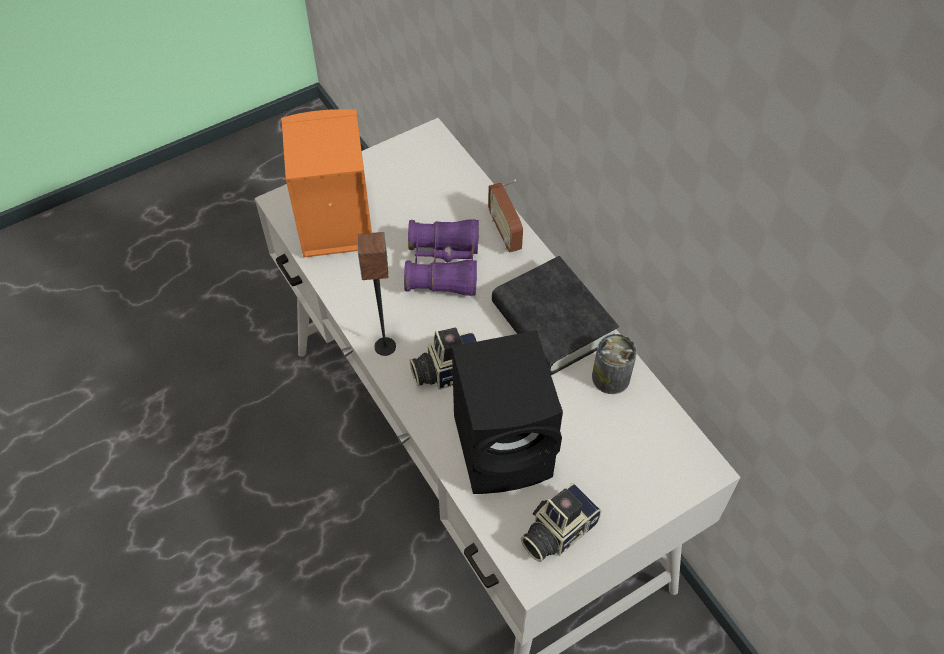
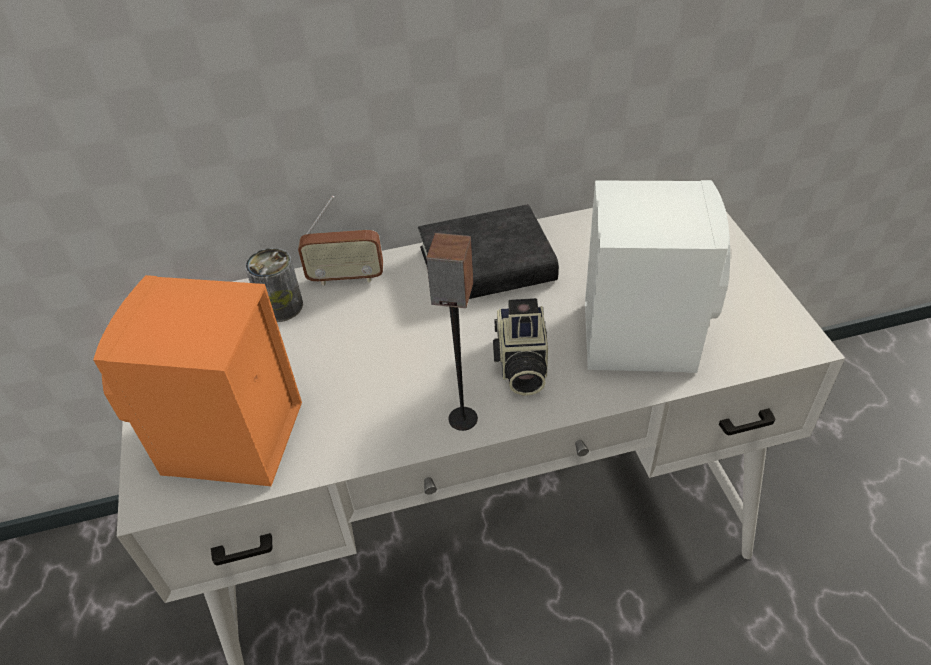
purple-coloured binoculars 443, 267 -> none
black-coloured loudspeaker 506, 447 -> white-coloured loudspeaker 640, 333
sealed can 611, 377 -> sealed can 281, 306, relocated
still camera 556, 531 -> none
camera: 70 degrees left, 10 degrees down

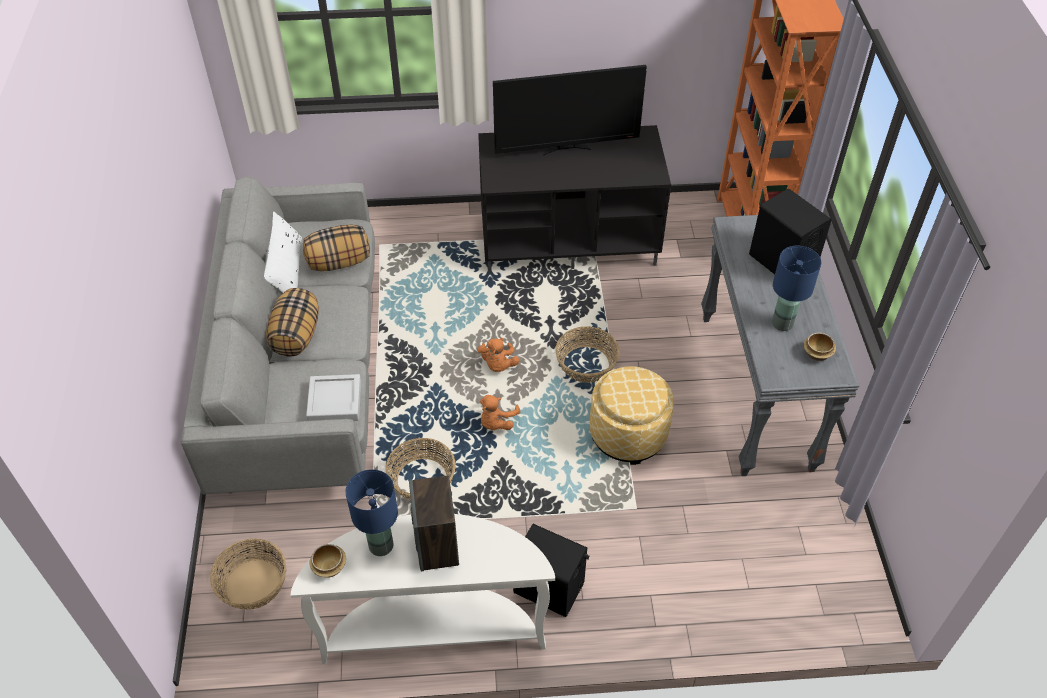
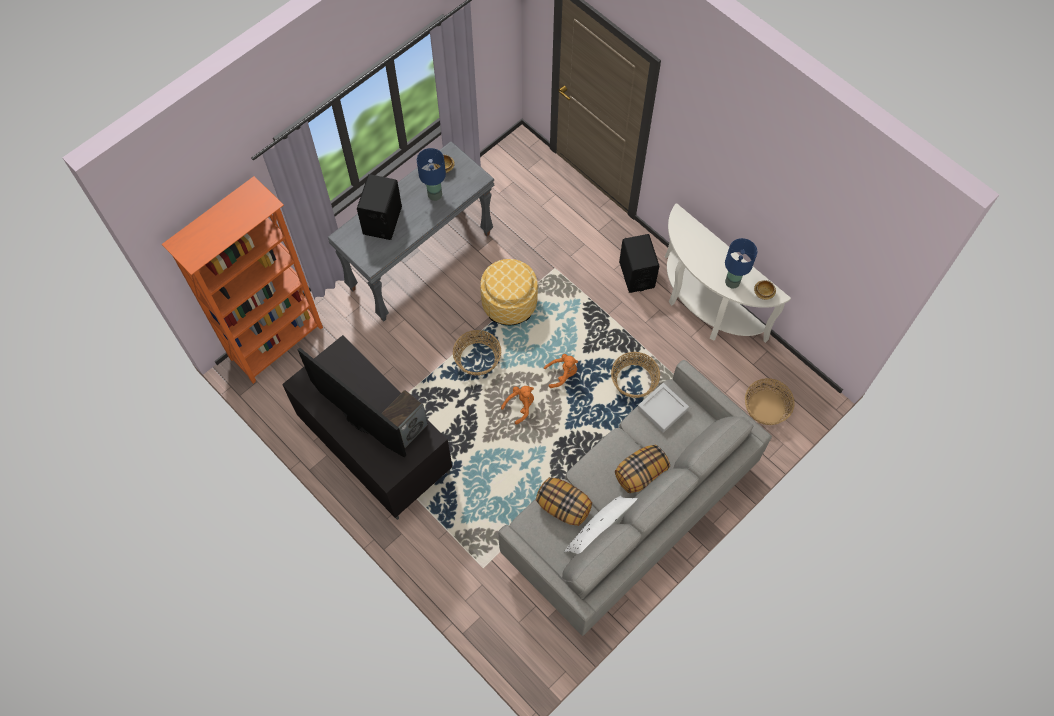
loudspeaker 437, 545 -> loudspeaker 407, 429, relocated
camera: 130 degrees left, 15 degrees up

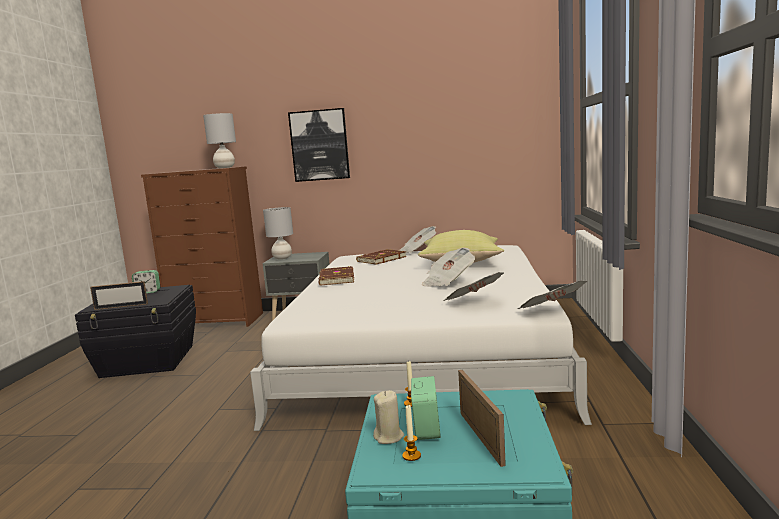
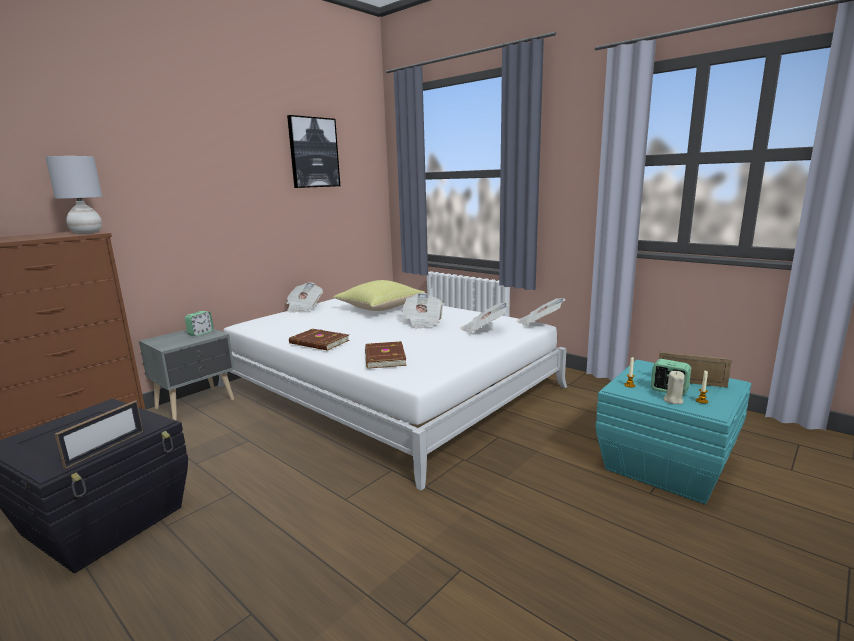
wall art 319, 145 -> wall art 313, 152, relocated
grey lamp for a table 282, 258 -> none
brown-coloured volume 381, 259 -> brown-coloured volume 383, 358, relocated
table clock 147, 292 -> table clock 200, 333, relocated
camera: 55 degrees left, 5 degrees up

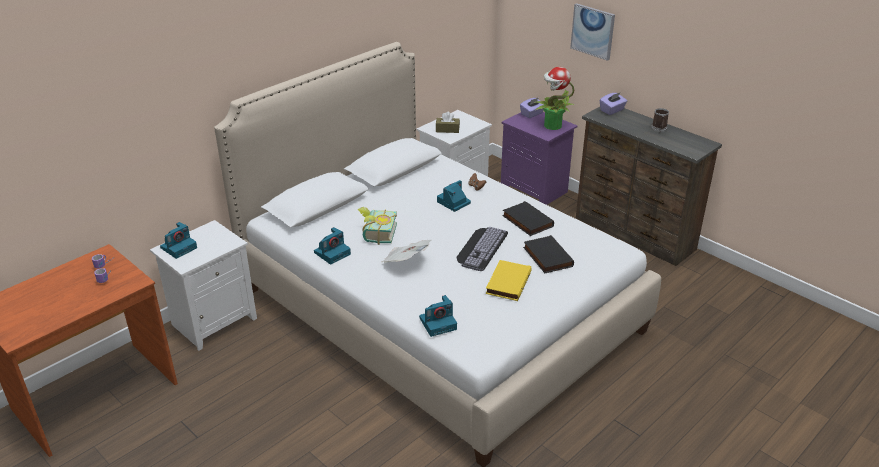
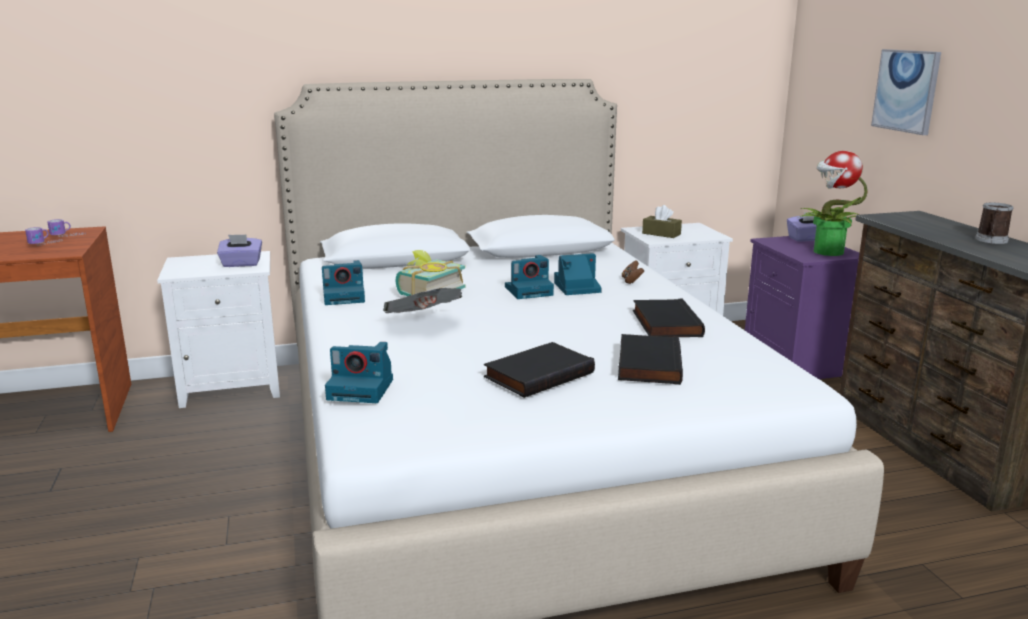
purple-coloured tissue box 612, 110 -> purple-coloured tissue box 241, 264, relocated
still camera 179, 247 -> still camera 529, 291, relocated
PC keyboard 480, 247 -> none
yellow-coloured volume 507, 282 -> black-coloured volume 538, 374
camera: 30 degrees right, 15 degrees down

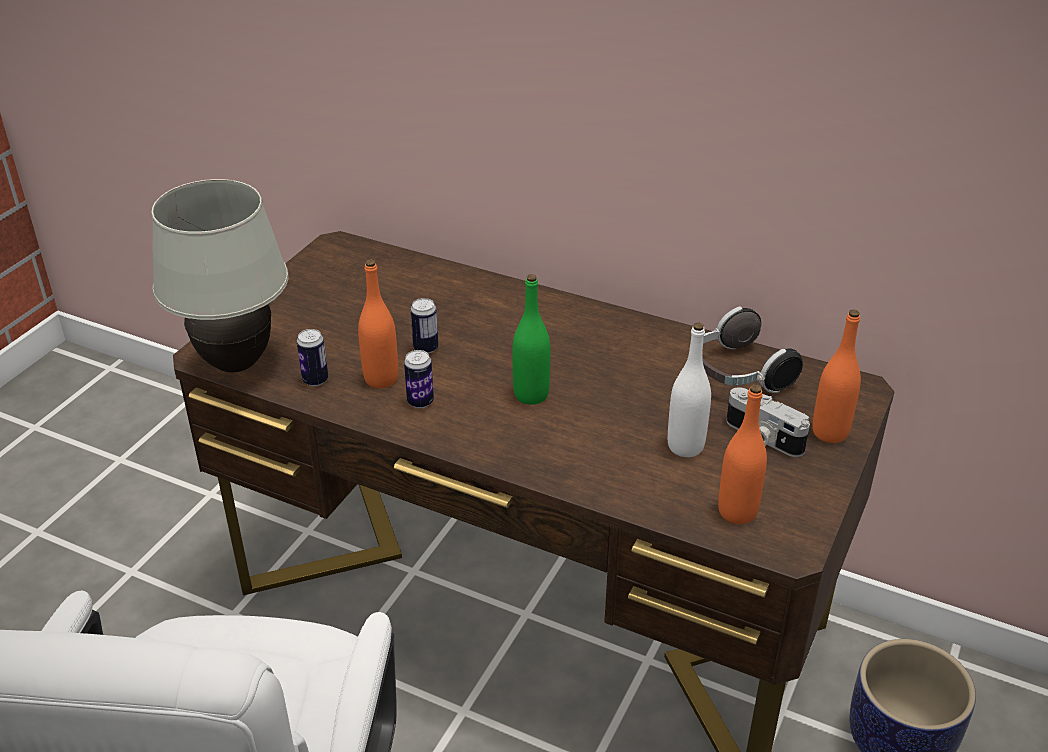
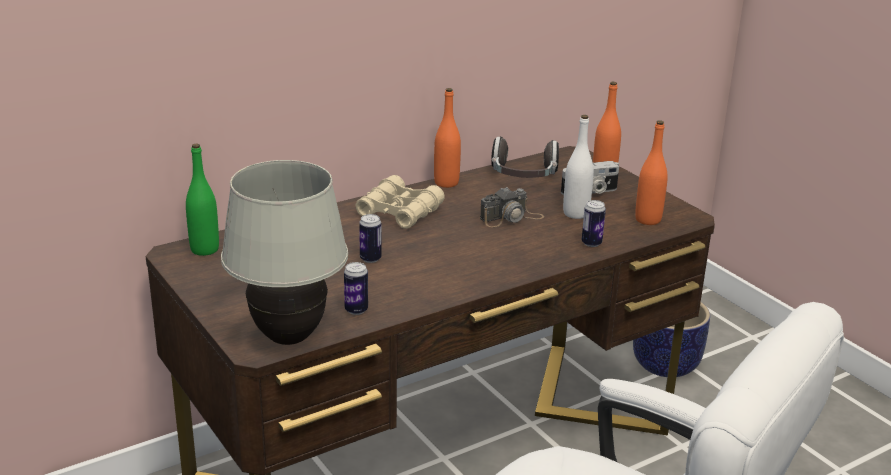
orangey drink bottle 381, 379 -> orangey drink bottle 446, 183, relocated
greenish drink bottle 531, 395 -> greenish drink bottle 204, 249, relocated
sealed can 420, 402 -> sealed can 591, 243, relocated
none -> beige-coloured binoculars 399, 212
none -> still camera 511, 218
camera: 60 degrees left, 10 degrees down

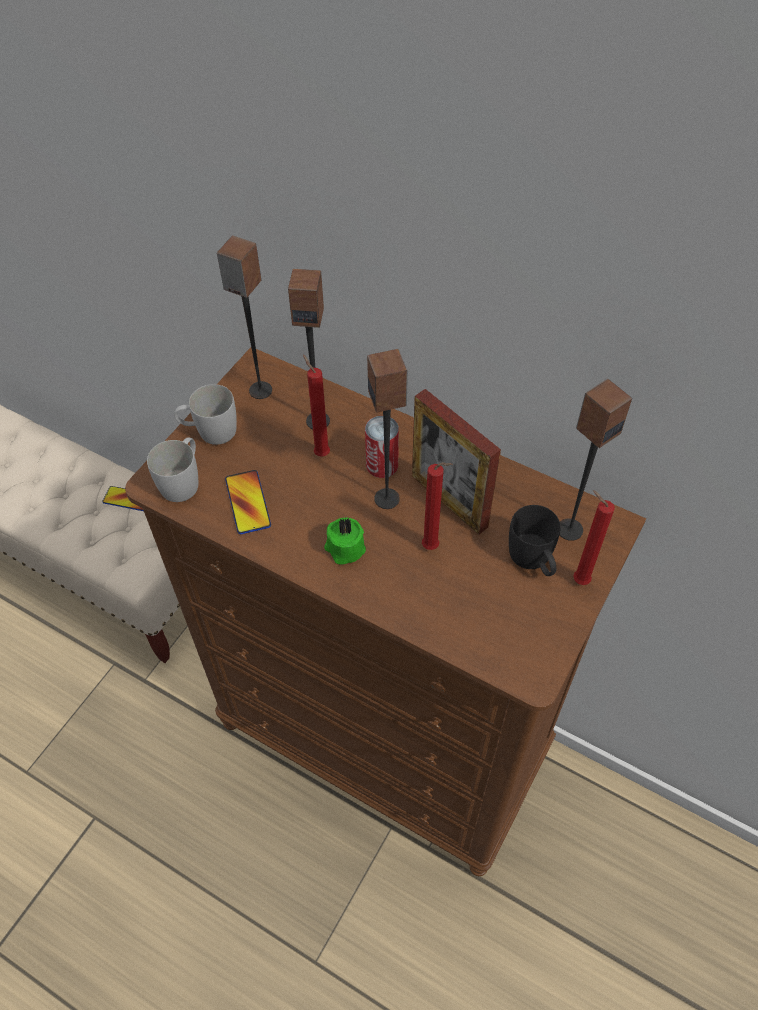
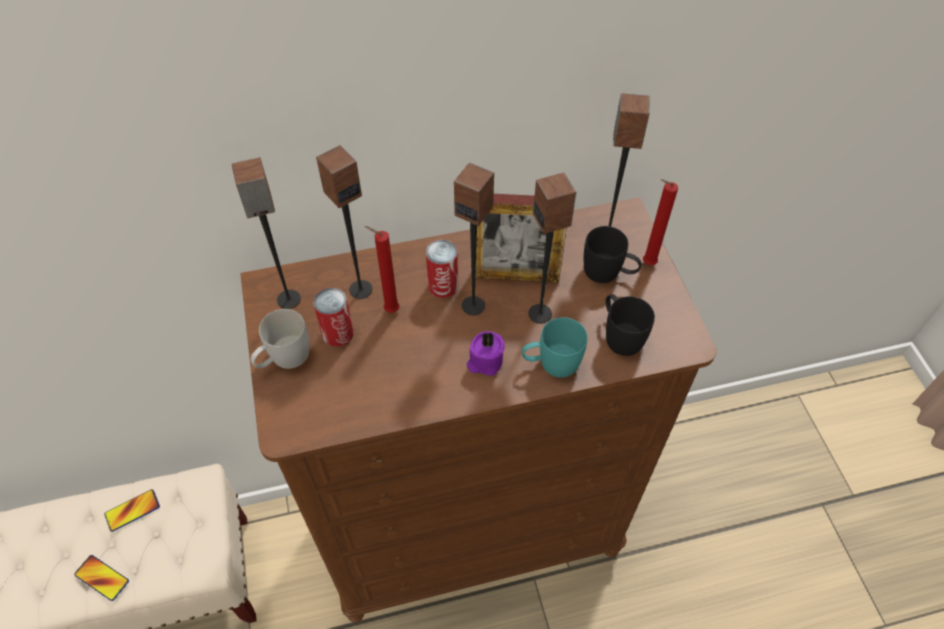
white-coloured coffee mug 183, 480 -> none
red-coloured candle 433, 547 -> loudspeaker 540, 313
telephone 248, 502 -> telephone 102, 578, relocated
greenish candle 344, 548 -> purple-coloured candle 484, 361
none -> sealed can 338, 333
none -> black-coloured coffee mug 619, 334
none -> turquoise-coloured coffee mug 551, 363
camera: 45 degrees left, 0 degrees up

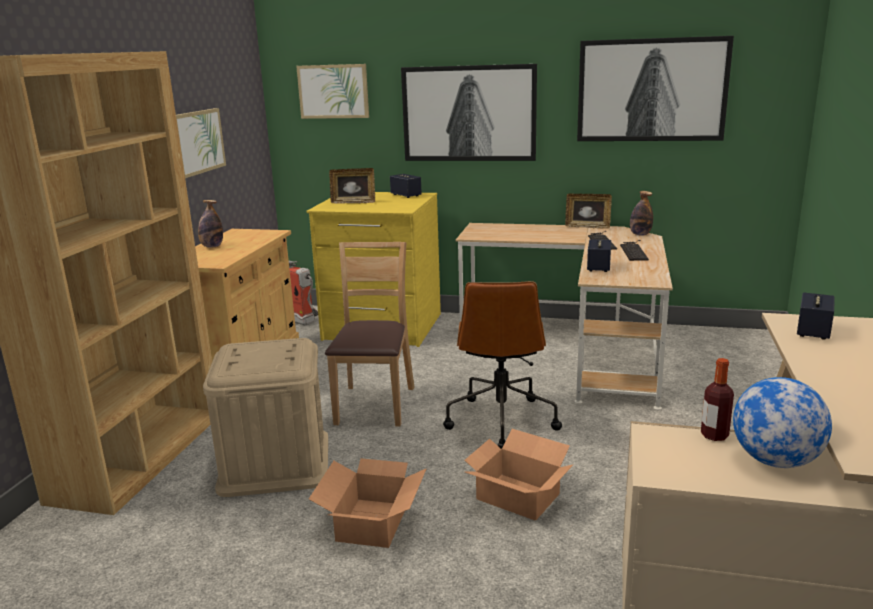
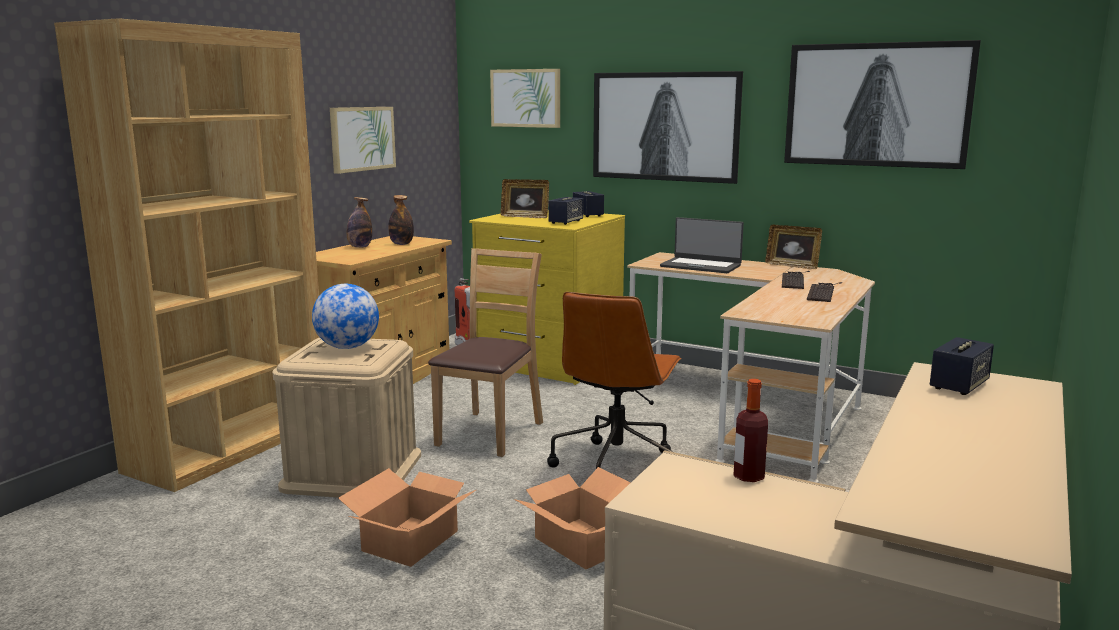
drink bottle 640, 234 -> drink bottle 401, 244, relocated
loudspeaker 598, 267 -> loudspeaker 566, 222, relocated
world globe 775, 461 -> world globe 347, 347, relocated
none -> notebook computer 701, 266
camera: 15 degrees right, 5 degrees down

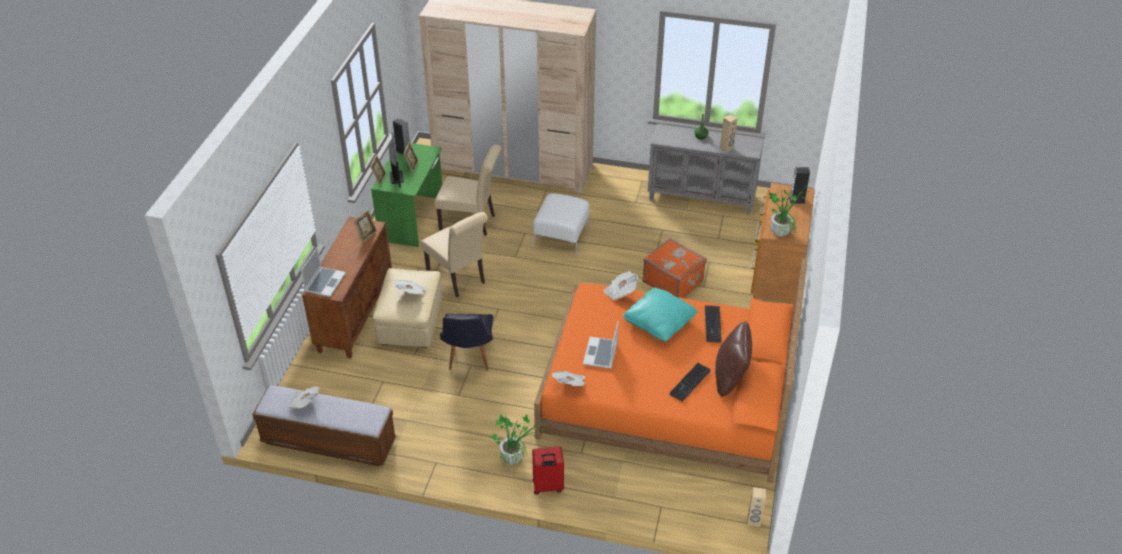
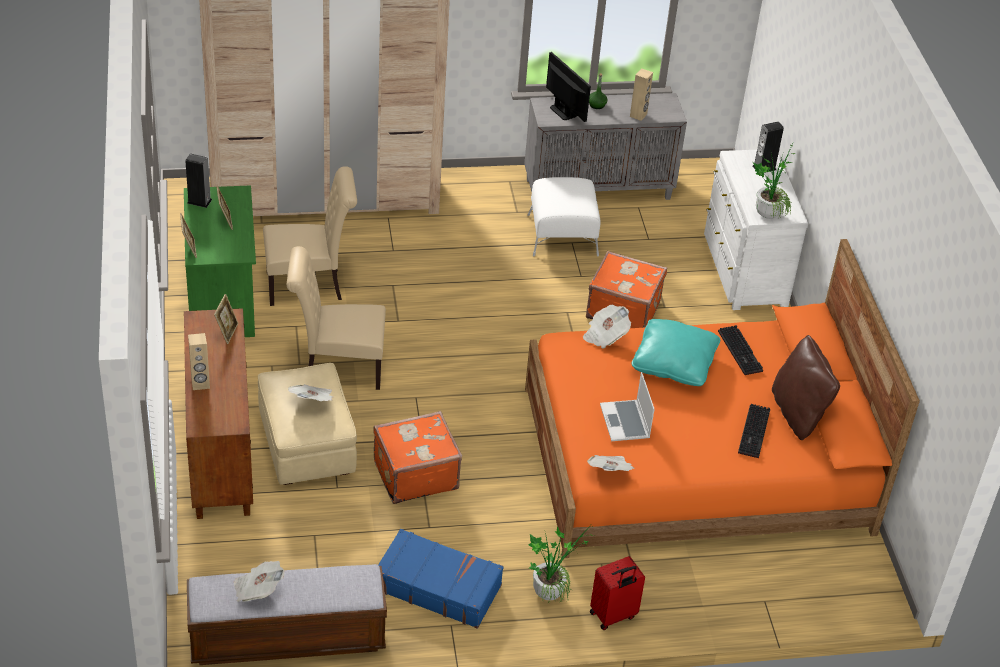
monitor 396, 177 -> monitor 563, 111, relocated
brown-coloured dresser 775, 274 -> white-coloured dresser 743, 271
white-coloured footrest 561, 236 -> white-coloured footrest 562, 235, relocated
beige-coloured plain chair 458, 278 -> beige-coloured plain chair 337, 368, 150 degrees clockwise
notebook computer 325, 282 -> none
black-coloured plain chair 469, 358 -> orangey travel case 414, 474
beige-coloured loudspeaker 753, 521 -> beige-coloured loudspeaker 200, 384, relocated
none -> bluish travel case 438, 586
camera: 25 degrees left, 0 degrees up

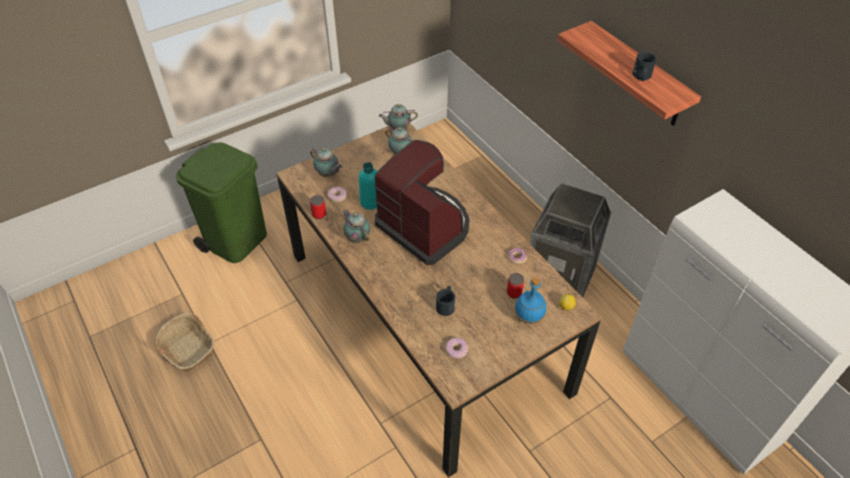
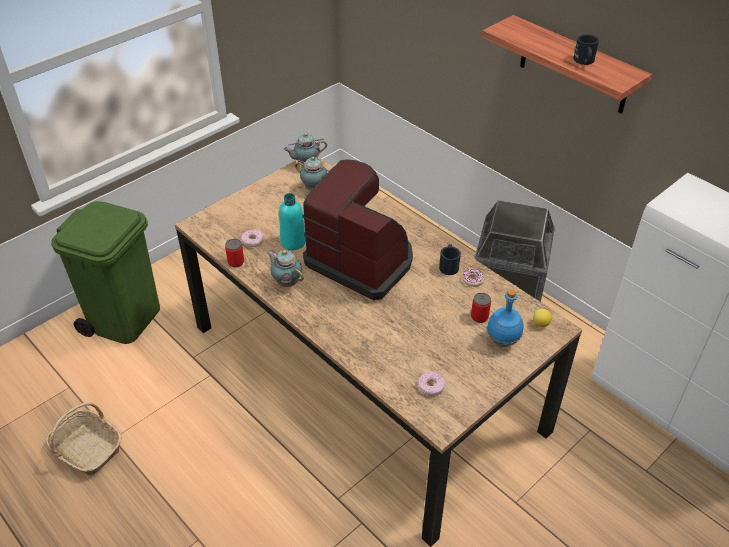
pot for tea 328, 175 -> none
black-coloured coffee mug 446, 304 -> black-coloured coffee mug 449, 265, relocated
camera: 10 degrees left, 5 degrees down

